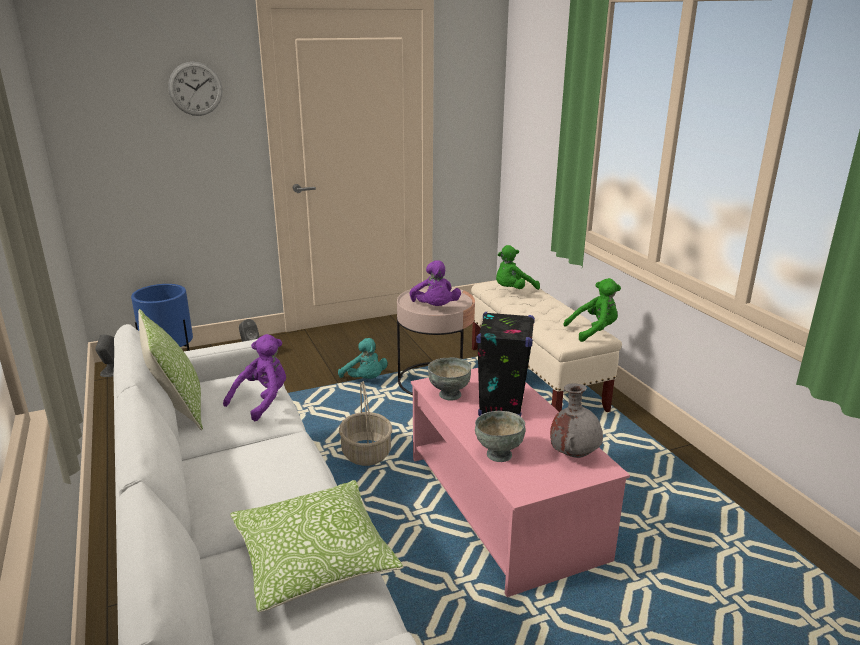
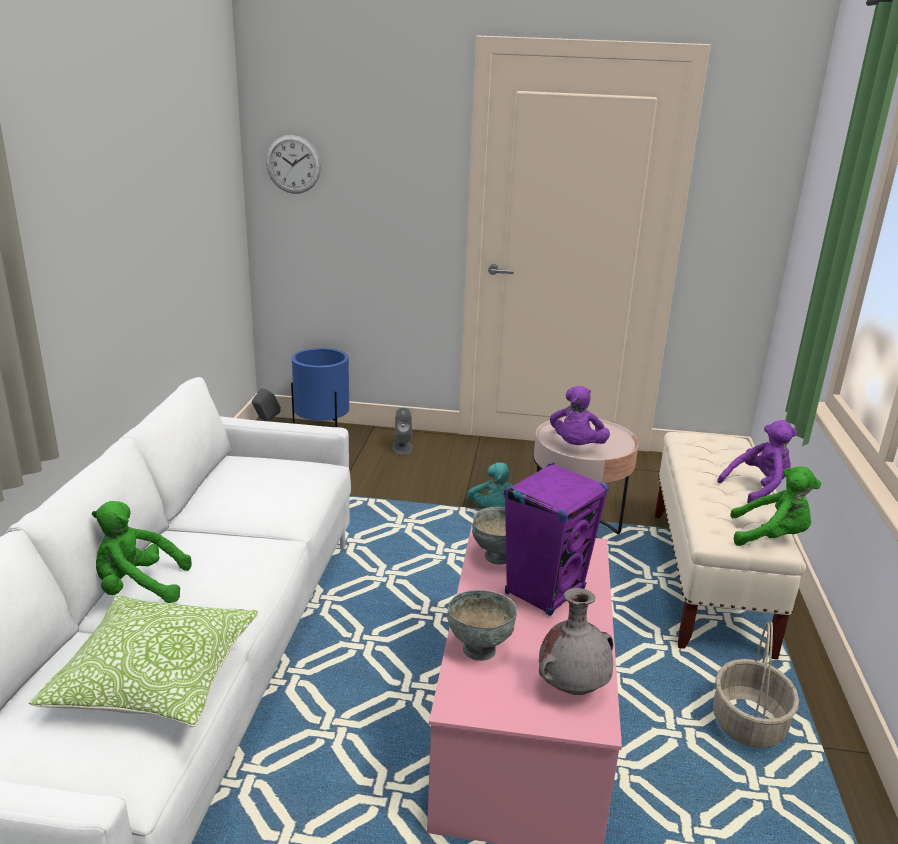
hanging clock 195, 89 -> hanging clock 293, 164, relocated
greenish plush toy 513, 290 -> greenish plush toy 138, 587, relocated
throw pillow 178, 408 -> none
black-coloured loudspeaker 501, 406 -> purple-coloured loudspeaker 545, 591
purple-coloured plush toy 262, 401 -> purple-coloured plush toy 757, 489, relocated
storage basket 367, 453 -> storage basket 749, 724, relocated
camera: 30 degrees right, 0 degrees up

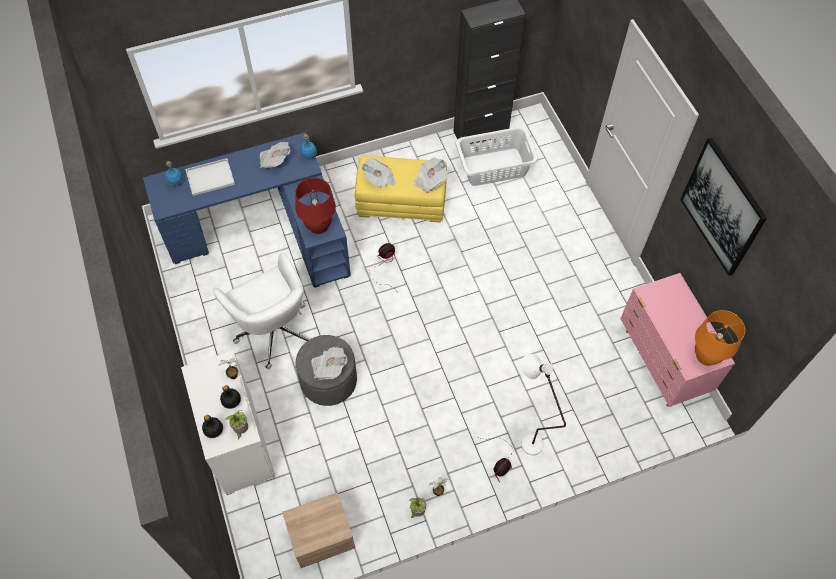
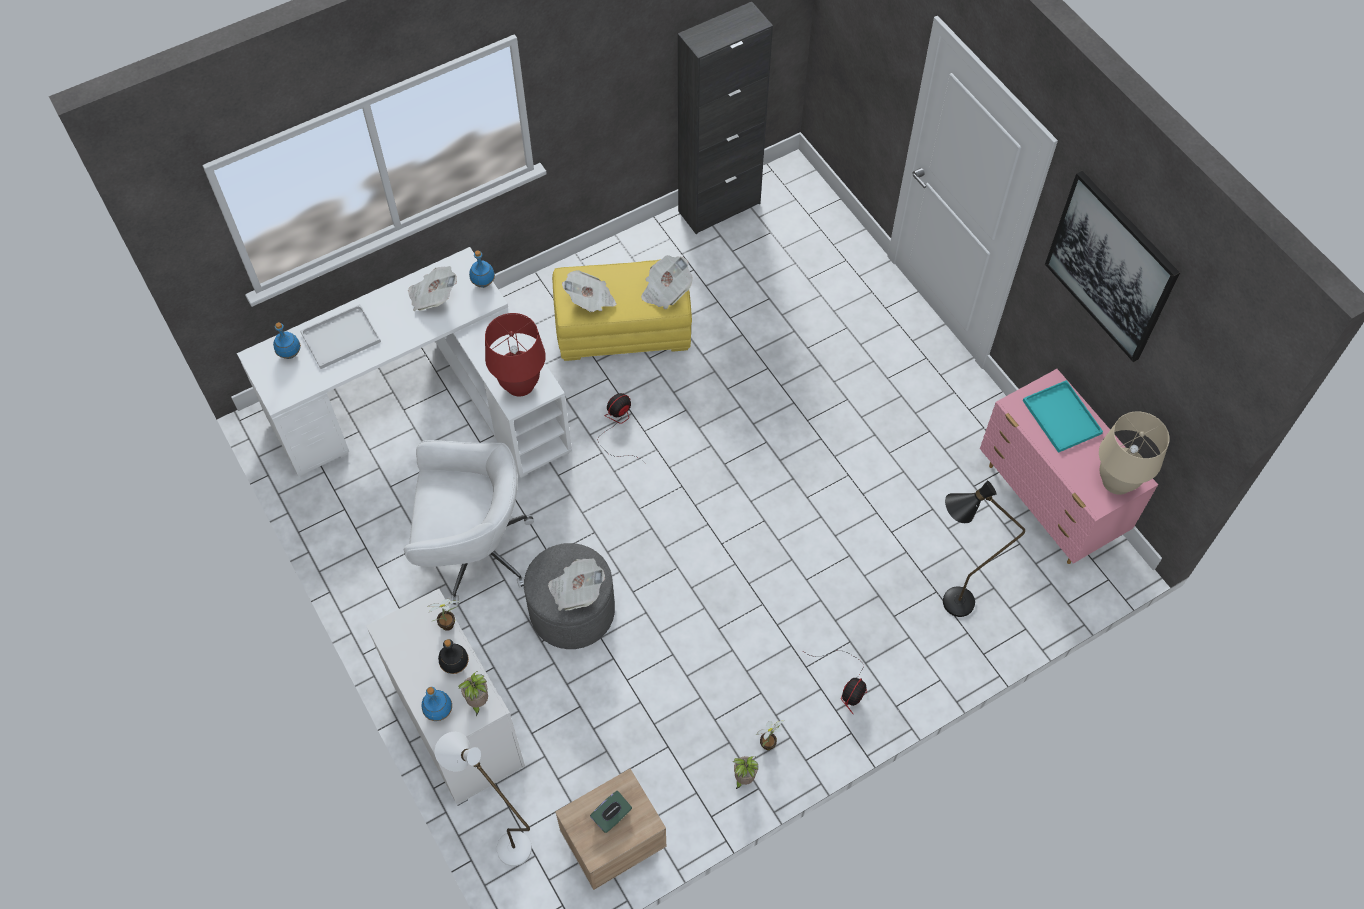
white-coloured laundry basket 493, 167 -> none
bluish desk table 266, 231 -> white-coloured desk table 428, 404
white-coloured computer chair 273, 329 -> white-coloured computer chair 473, 550, 45 degrees counterclockwise
orangey lamp for a table 706, 356 -> beige-coloured lamp for a table 1117, 481
white-coloured floor lamp 525, 439 -> white-coloured floor lamp 503, 841, relocated
black-coloured drink bottle 214, 432 -> bluish drink bottle 438, 711
none -> turquoise-coloured tray 1060, 416
none -> black-coloured floor lamp 946, 605
none -> greenish tissue box 612, 816
camera: 10 degrees left, 0 degrees up

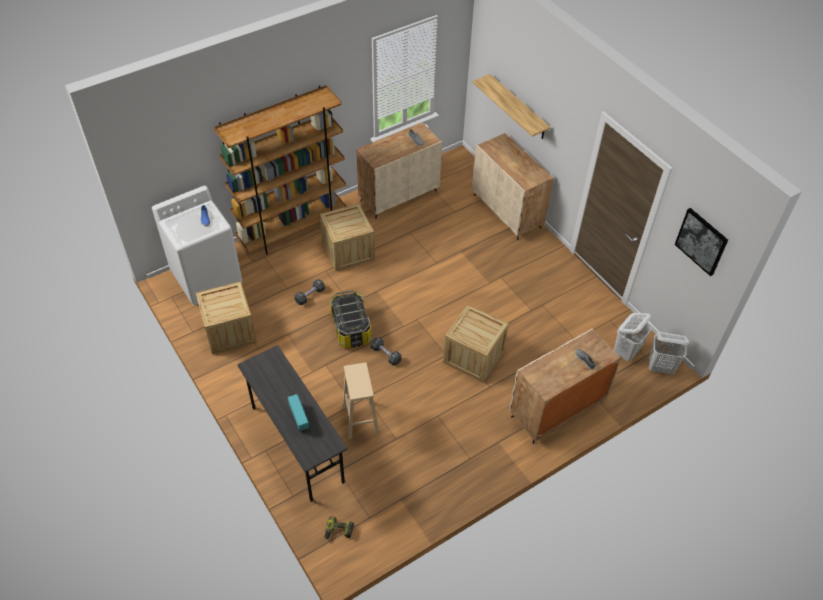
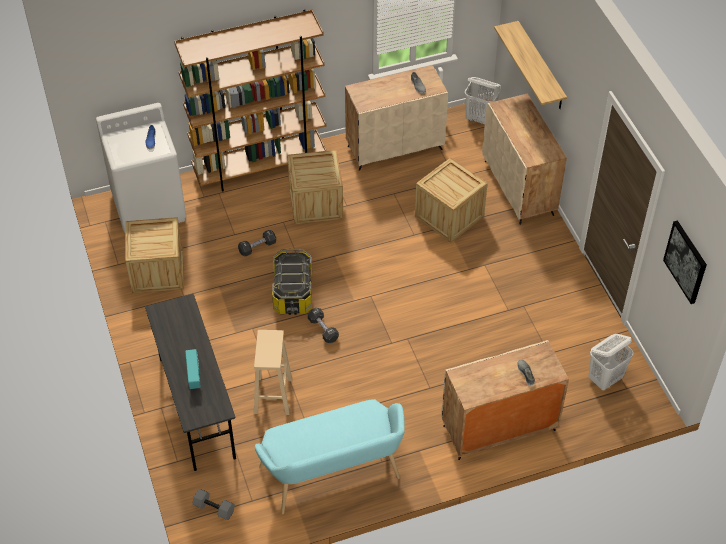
shipping crate 473, 356 -> shipping crate 449, 216, relocated
white-coloured laundry basket 661, 367 -> white-coloured laundry basket 480, 119, relocated
electric drill 338, 531 -> grey hand weight 214, 508
none -> turquoise-coloured bench 333, 477
camera: 15 degrees right, 0 degrees up

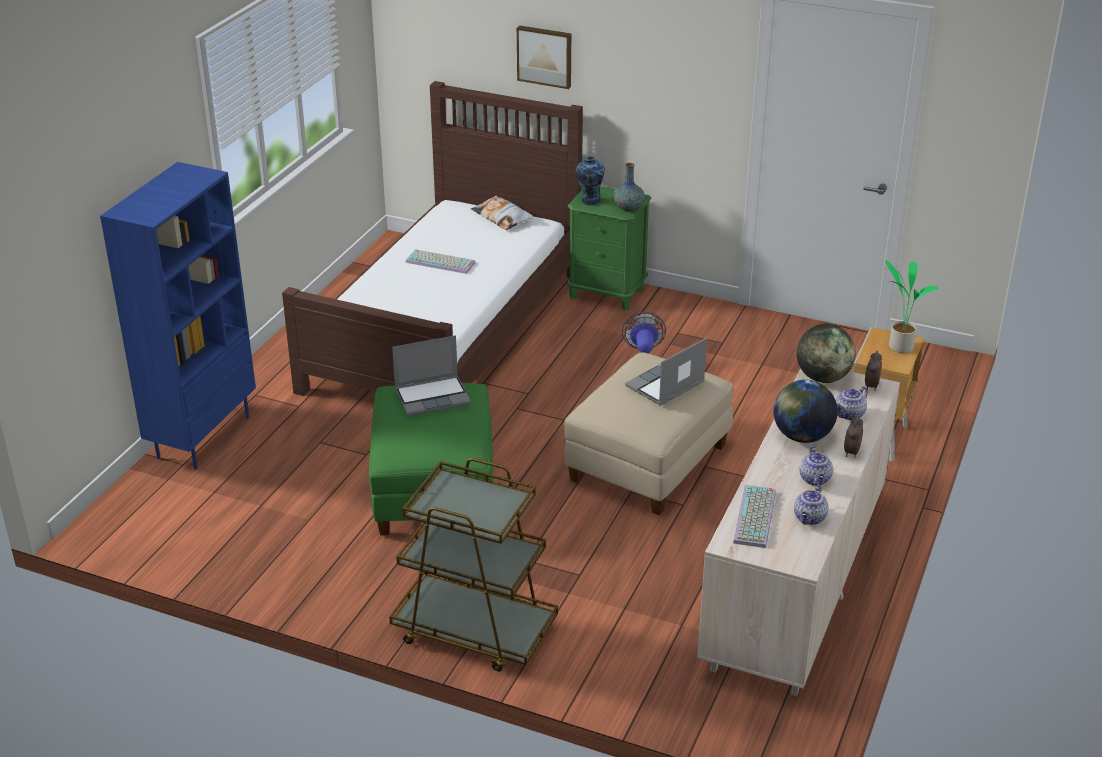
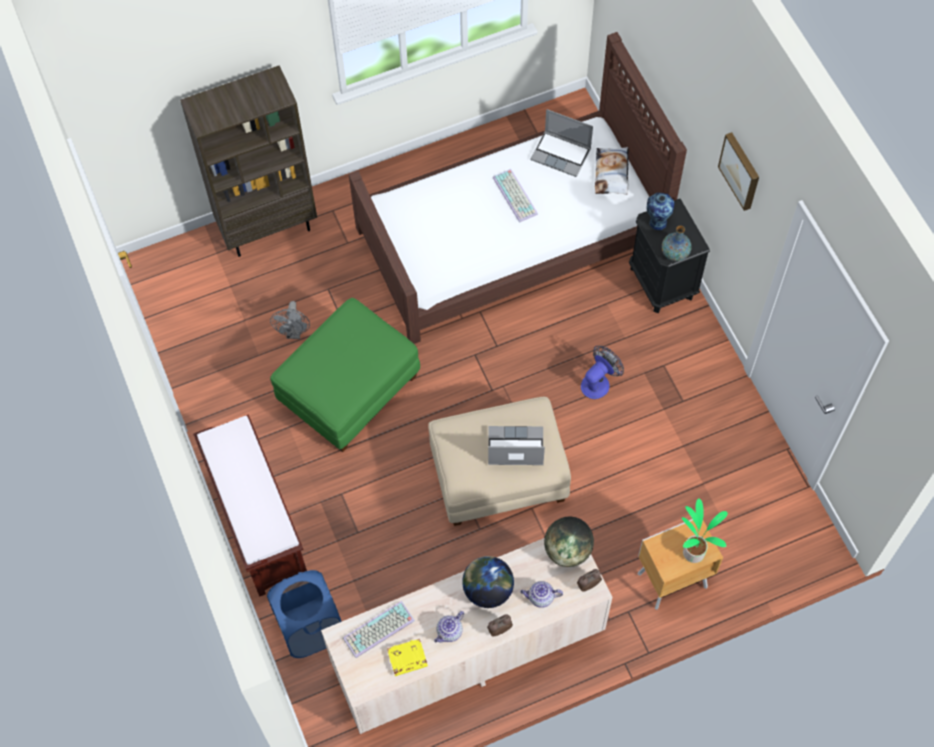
wall art 545, 56 -> wall art 741, 170, relocated
bluish bookshelf 203, 436 -> brown-coloured bookshelf 268, 228
greenish bedside table 607, 293 -> black-coloured bedside table 662, 283
notebook computer 433, 396 -> notebook computer 561, 154, relocated
brown-coloured cart 474, 631 -> brown-coloured bench 258, 523
pot for tea 810, 518 -> yellow-coloured volume 407, 659
none -> grey electric fan 294, 332
none -> bluish laundry basket 310, 628
camera: 45 degrees right, 30 degrees up

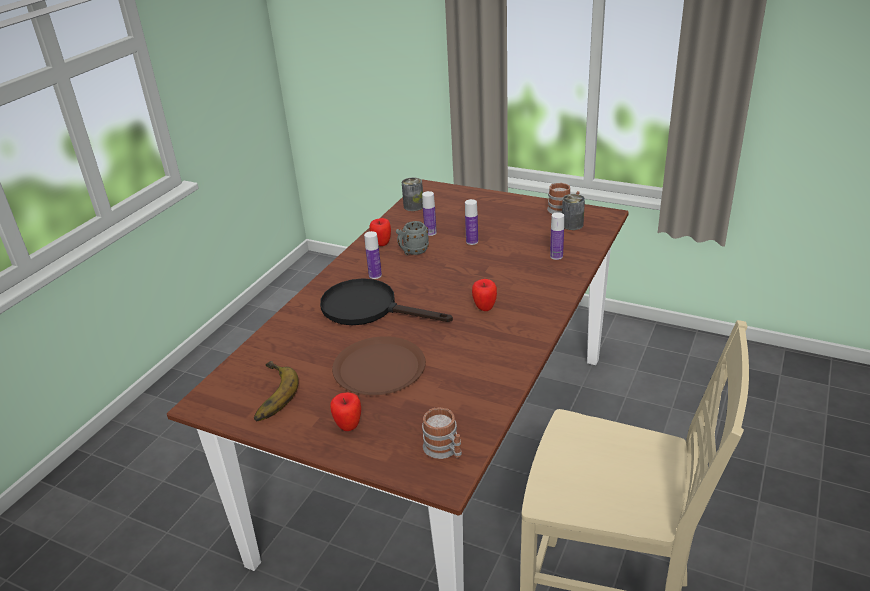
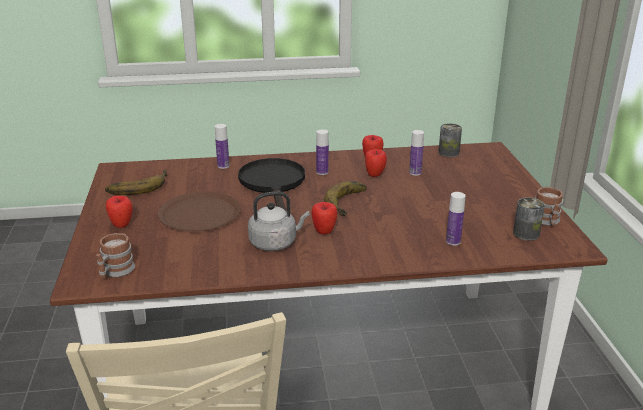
drink bottle 472, 241 -> drink bottle 223, 166, relocated
grey coffee mug 412, 252 -> apple 375, 175
none -> whole banana 351, 202
none -> grey water kettle 275, 243
camera: 55 degrees right, 5 degrees down

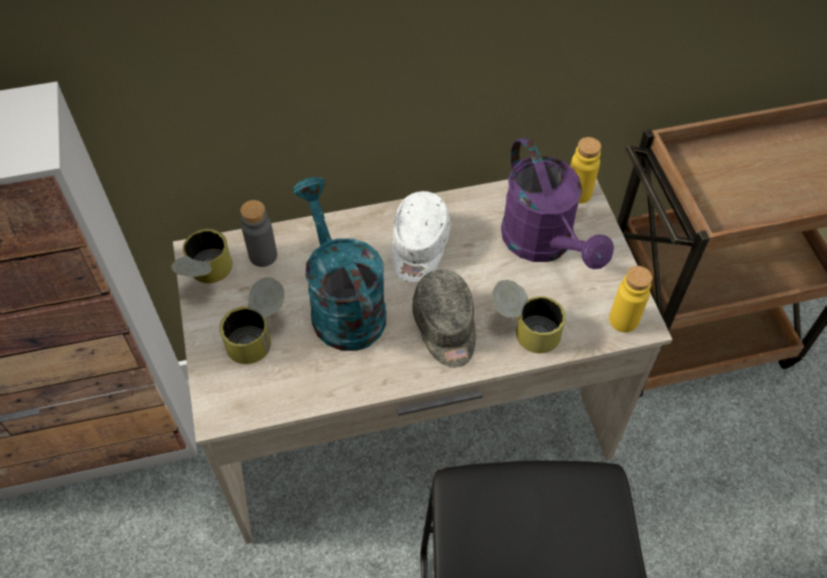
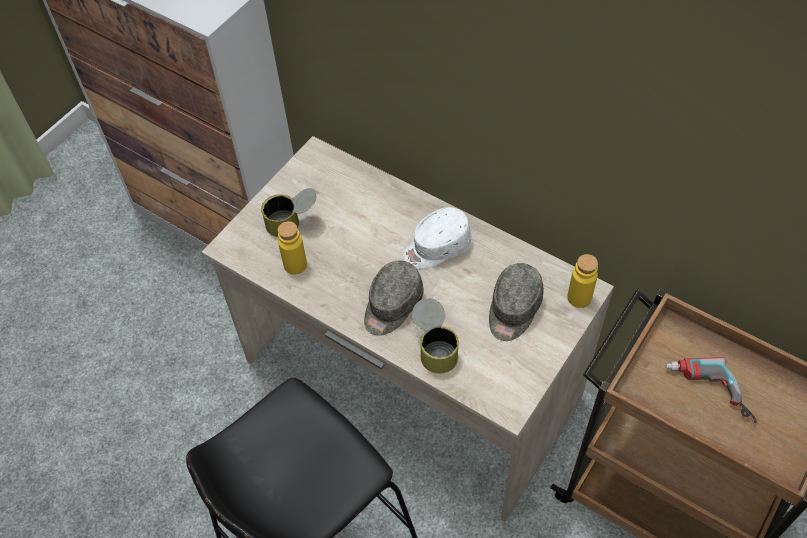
purple-coloured watering can 544, 244 -> grey cap 513, 310
turquoise-coloured watering can 342, 304 -> none
grey drink bottle 263, 255 -> none
sealed can 206, 276 -> none
yellow-coloured drink bottle 623, 320 -> yellow-coloured drink bottle 295, 265, relocated
none -> electric drill 707, 394
camera: 50 degrees right, 0 degrees up

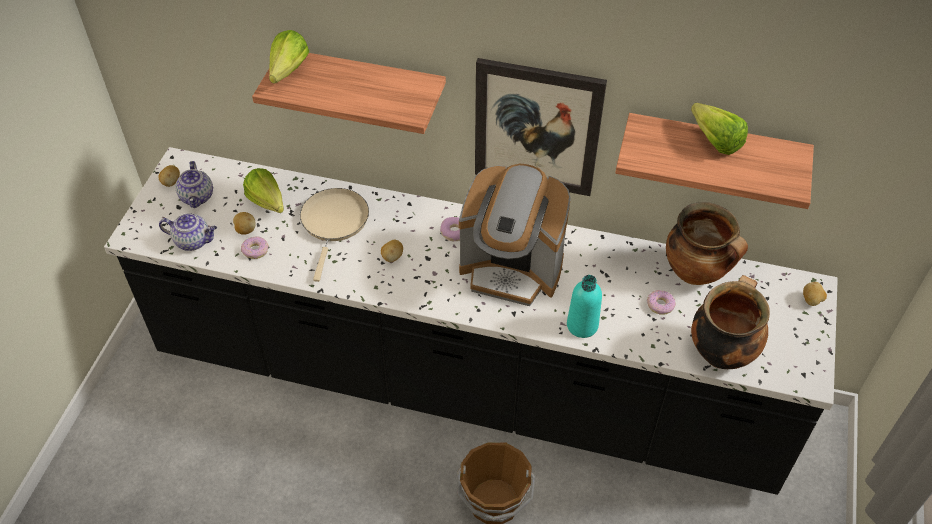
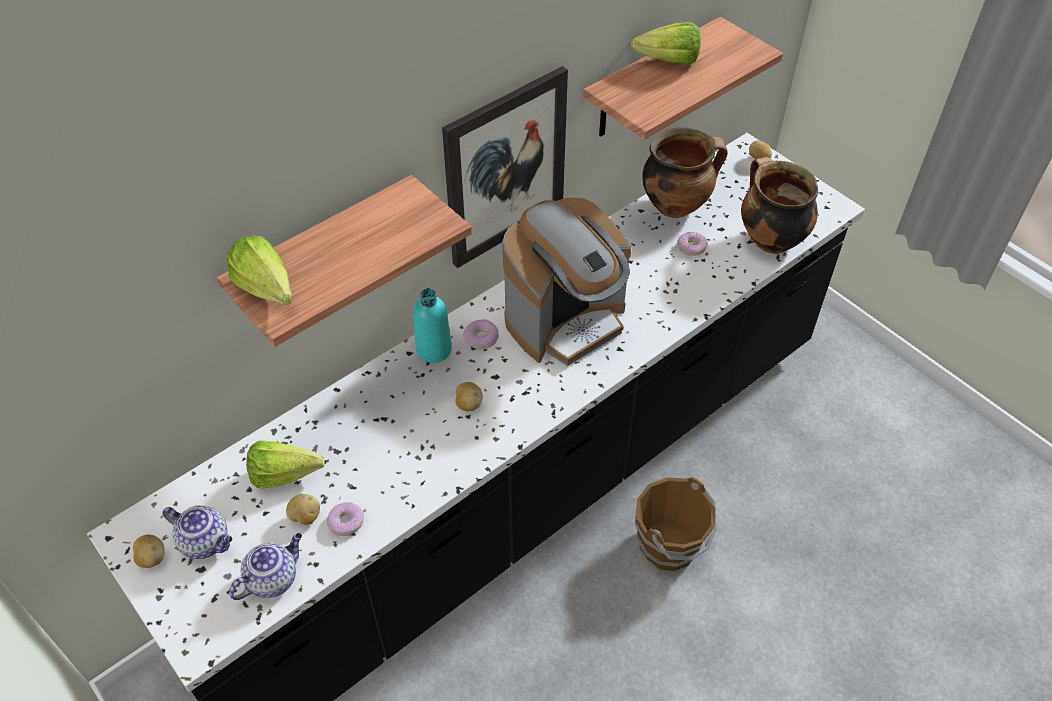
beige-coloured skillet 334, 223 -> none
turquoise-coloured drink bottle 582, 325 -> turquoise-coloured drink bottle 434, 350, relocated
camera: 55 degrees left, 0 degrees up

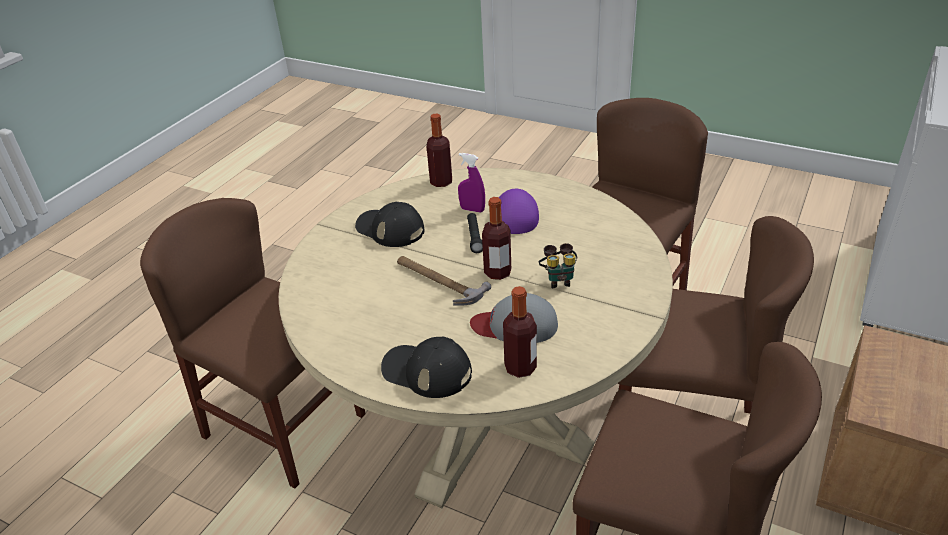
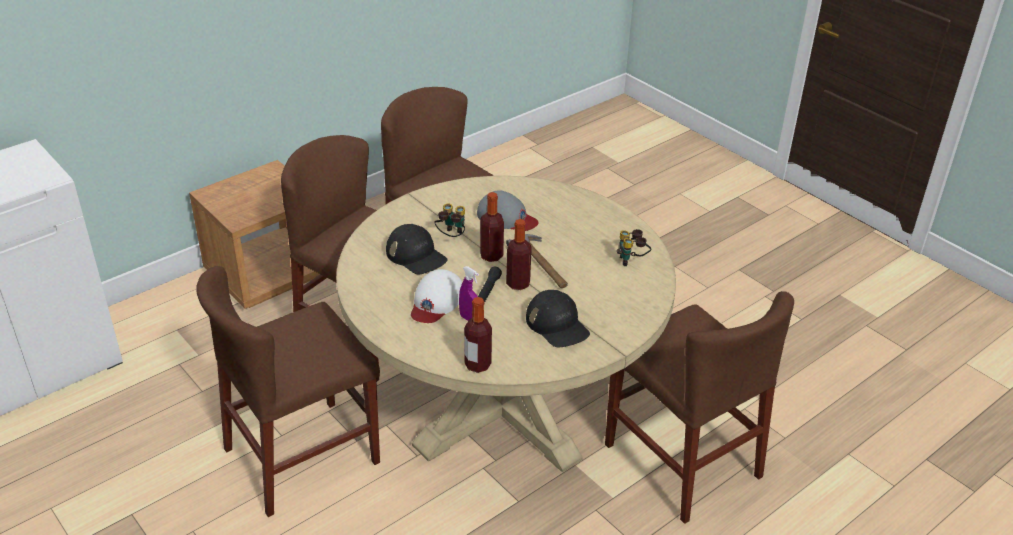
purple-coloured cap 515, 214 -> white-coloured cap 436, 301
drink bottle 520, 367 -> drink bottle 518, 283, relocated
black-coloured cap 426, 371 -> black-coloured cap 416, 255, relocated
none -> binoculars 632, 260
camera: 160 degrees left, 0 degrees up

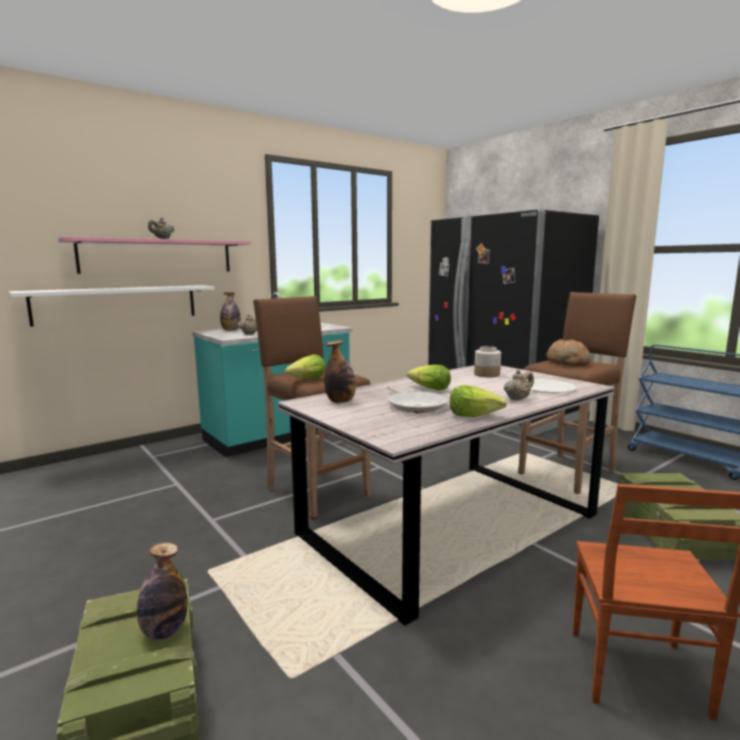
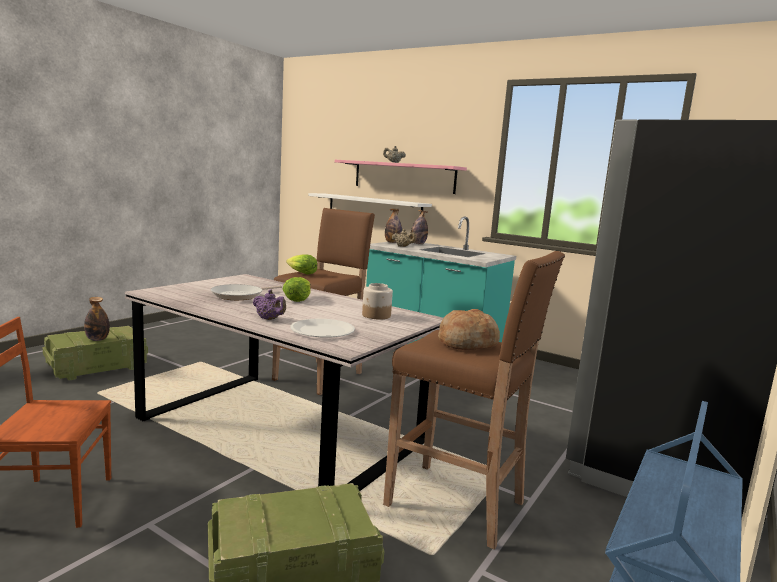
drink bottle 340, 401 -> drink bottle 392, 243, relocated
beige-coloured pot for tea 517, 399 -> purple-coloured pot for tea 269, 319
head of lettuce 474, 415 -> none
camera: 70 degrees right, 0 degrees up

